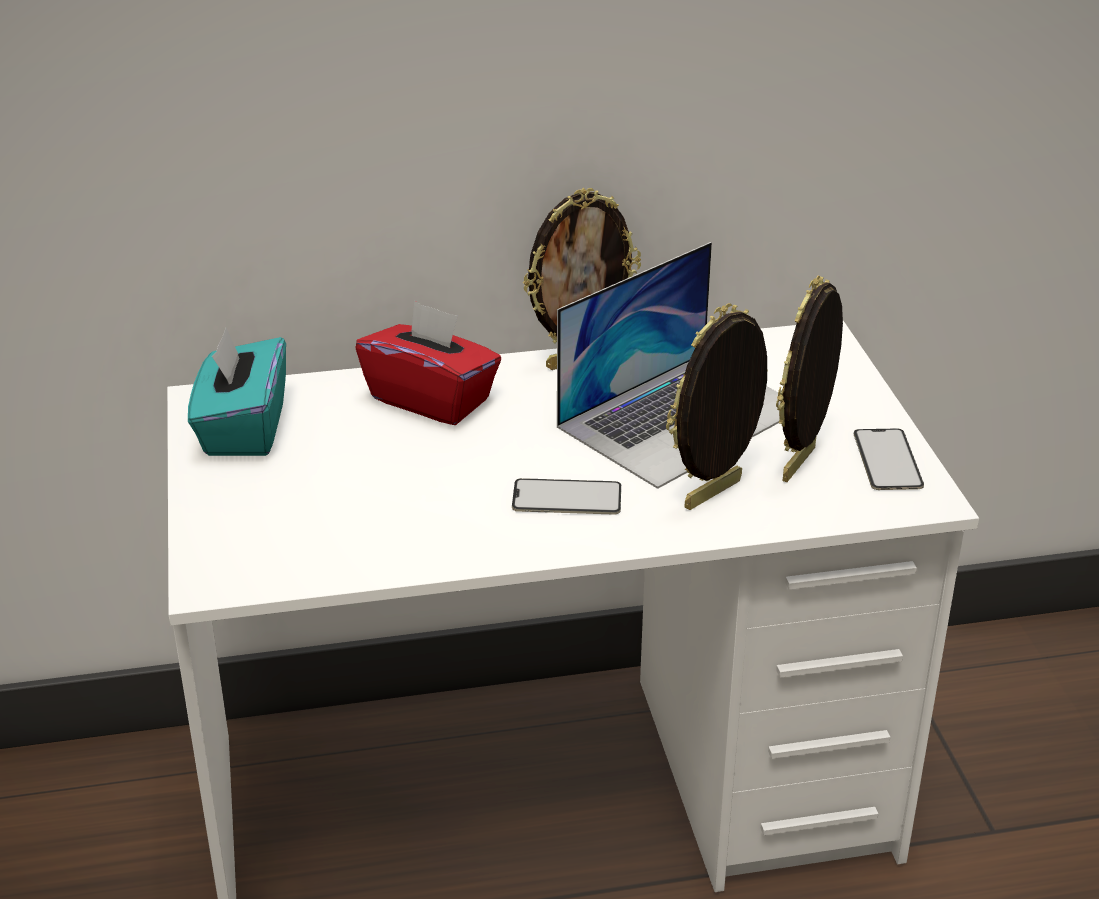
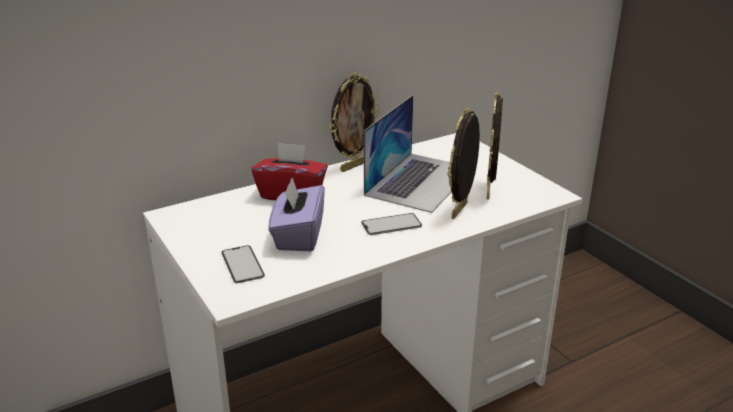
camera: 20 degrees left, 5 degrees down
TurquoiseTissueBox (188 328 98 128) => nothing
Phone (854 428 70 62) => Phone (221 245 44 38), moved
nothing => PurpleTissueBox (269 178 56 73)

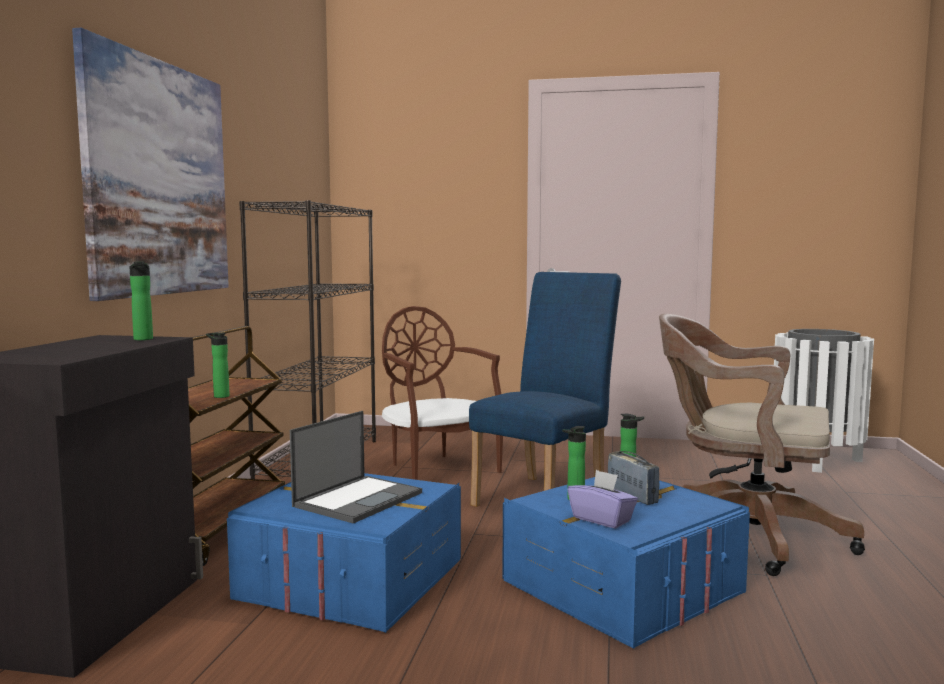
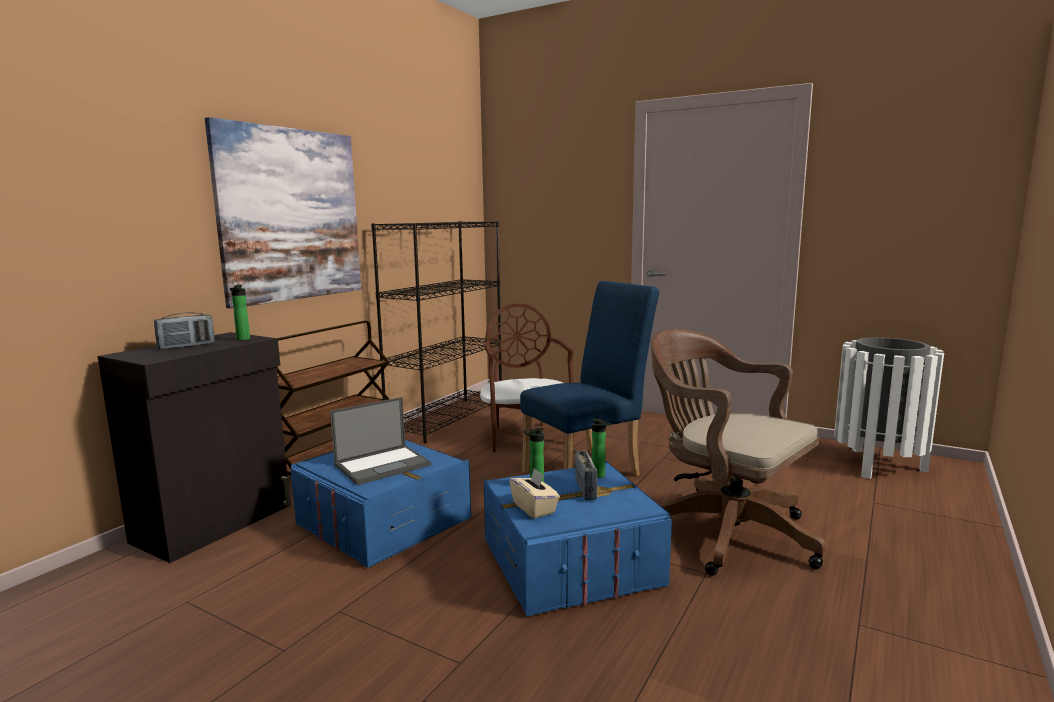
camera: 20 degrees right, 5 degrees up
Bottle (206 332 24 66) => nothing
PurpleTissueBox (568 470 70 59) => BeigeTissueBox (509 468 51 51)
nothing => Radio (154 312 61 37)

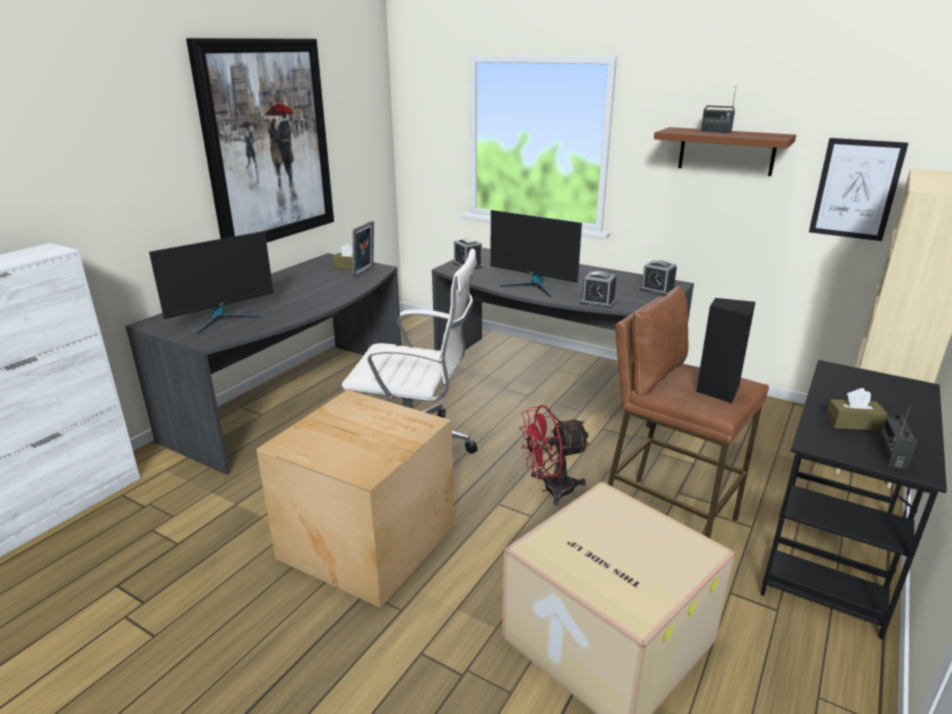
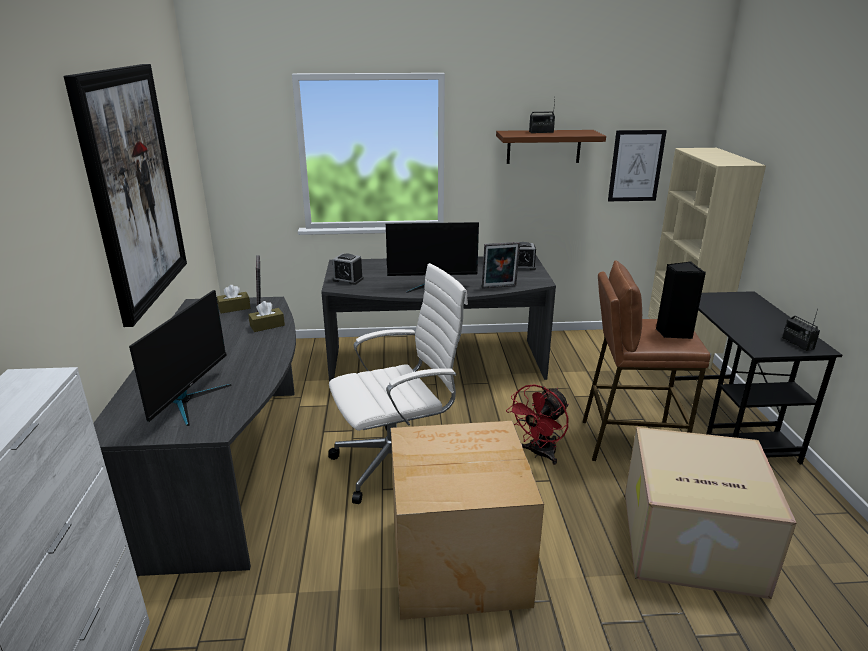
camera: 35 degrees left, 0 degrees up
AlarmClock (580 271 36 37) => PictureFrame (482 242 38 47)
BrownTissueBox (826 388 61 43) => BrownTissueBox (248 301 37 31), moved

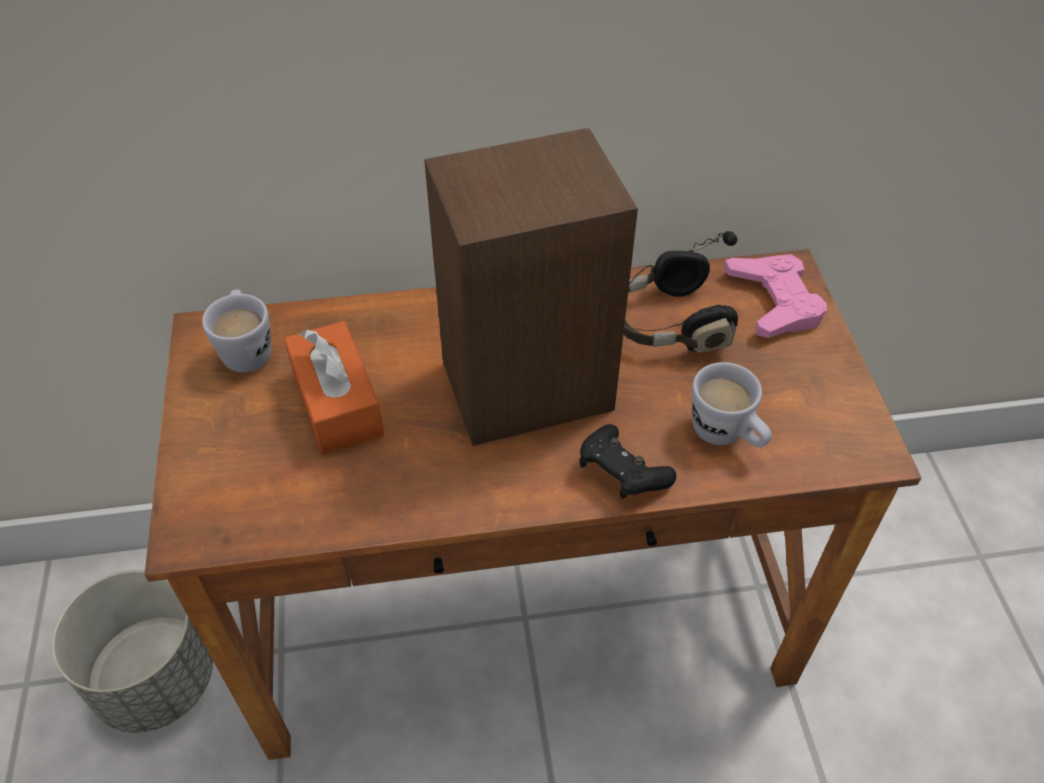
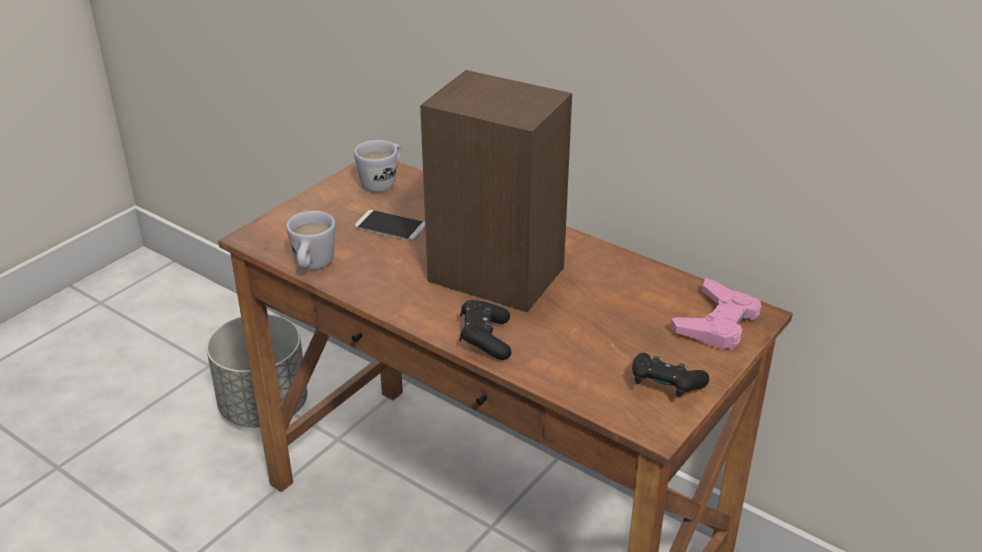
camera: 45 degrees right, 15 degrees down
OrangeTissueBox (284 321 100 134) => Phone (355 210 70 31)
BlackHeadphones (624 231 114 122) => nothing
WhiteMug (692 362 80 85) => WhiteMug (286 211 49 59), moved
nothing => BlackGameController (632 353 77 44)

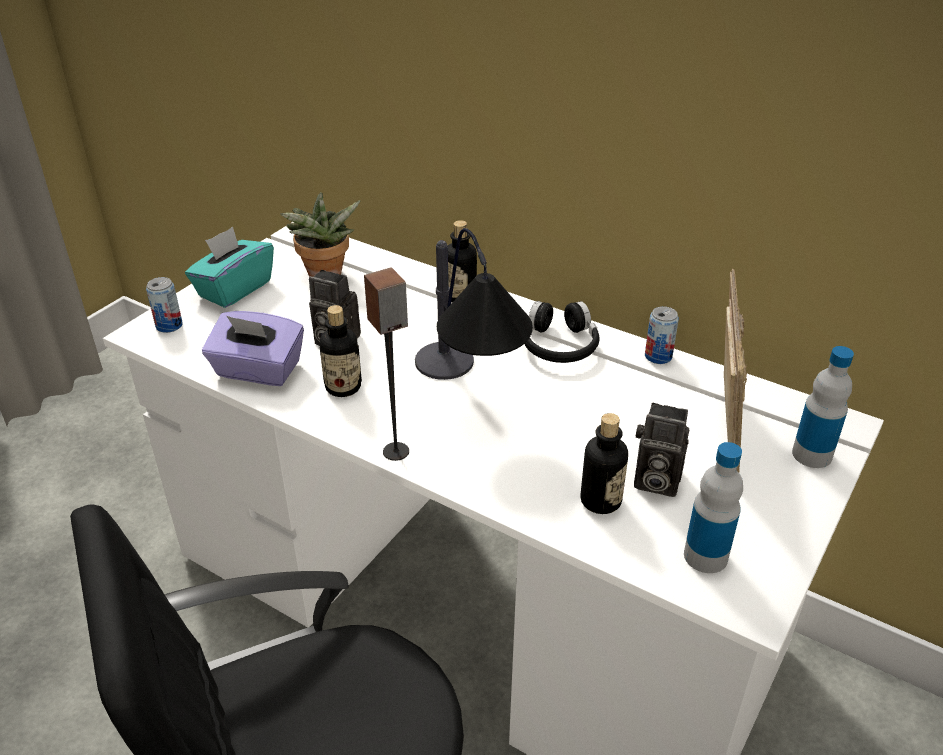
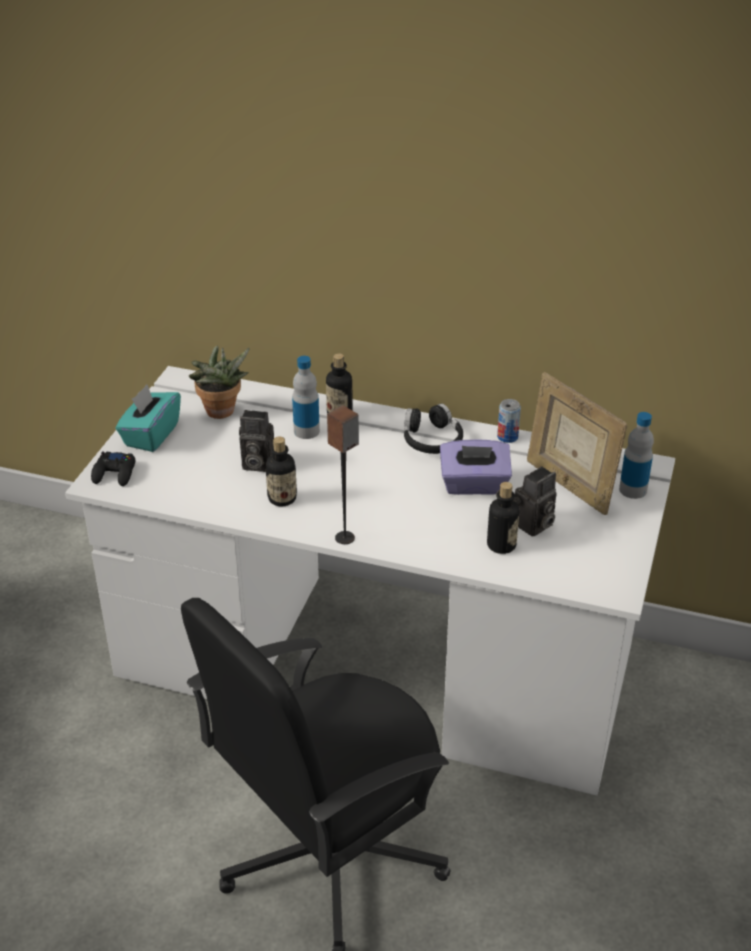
camera: 15 degrees left, 0 degrees up
Can (146 277 37 56) => BlackGameController (91 452 44 34)
PurpleTissueBox (202 311 102 75) => PurpleTissueBox (440 439 72 56), moved
TableLamp (415 228 118 152) => nothing
PhotoCamera (634 403 55 94) => PhotoCamera (513 466 43 71), 45 degrees counterclockwise
Bottle (684 442 59 131) => Bottle (292 356 28 83), moved
PictureFrame (724 269 23 203) => PictureFrame (527 372 101 143), 150 degrees clockwise

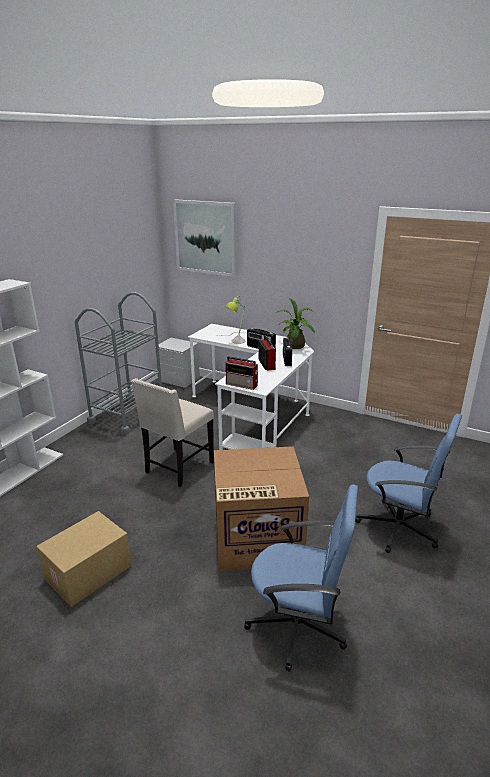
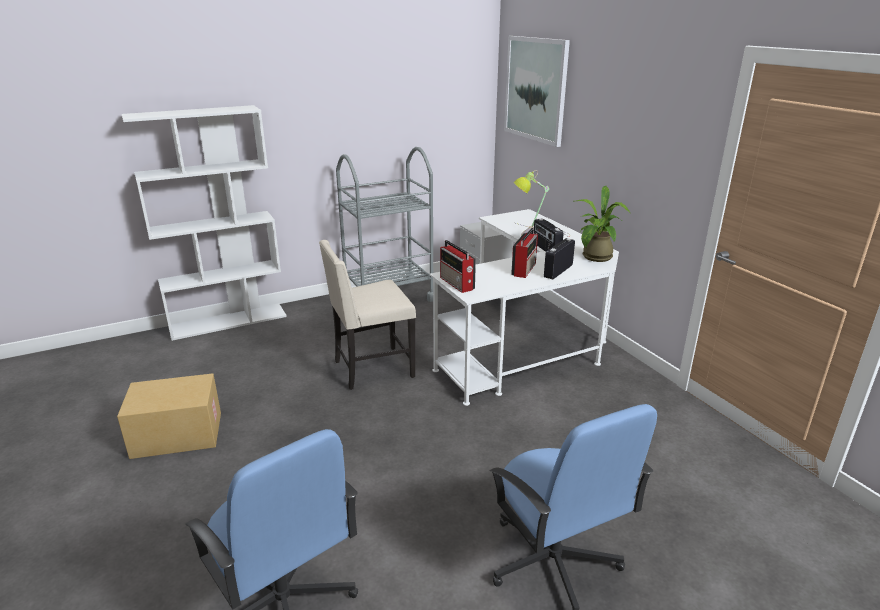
camera: 35 degrees right, 0 degrees up
CardboardBox (214 446 95 125) => nothing

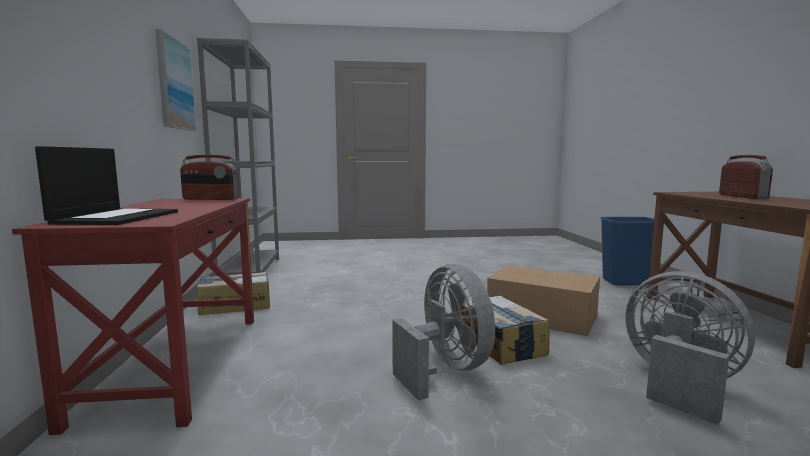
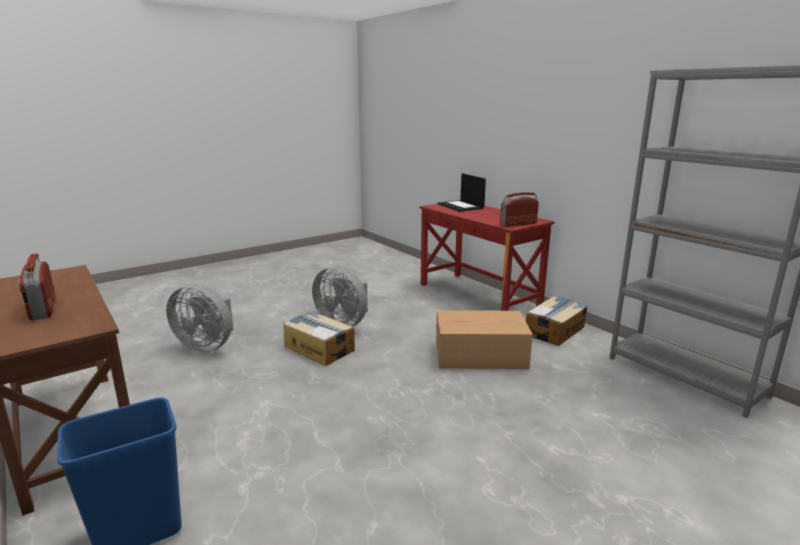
camera: 150 degrees right, 10 degrees up
Picture (155 29 42 102) => nothing
CardboardBox (487 265 113 71) => CardboardBox (436 310 97 59), moved

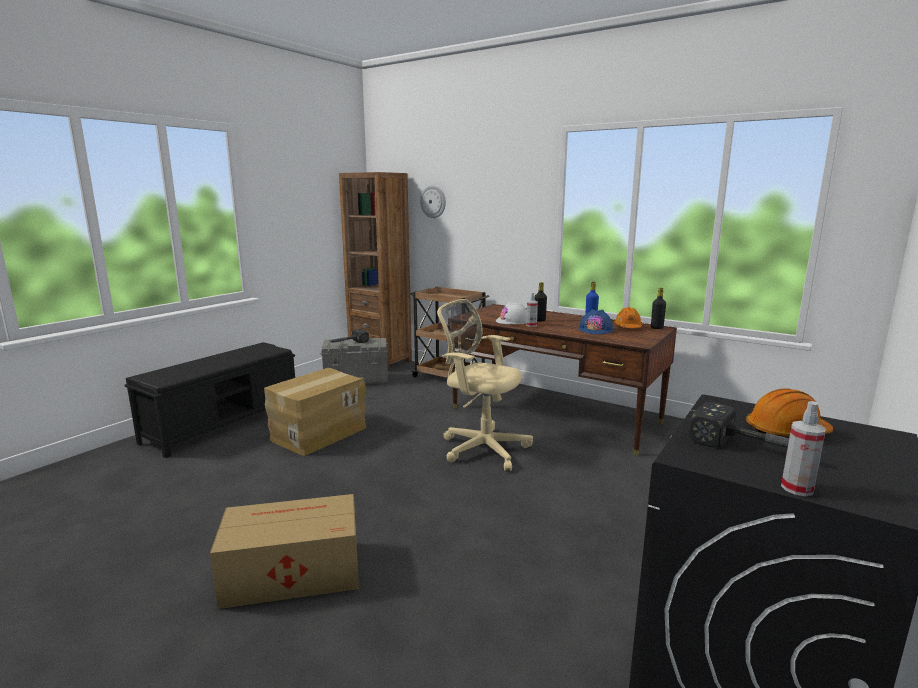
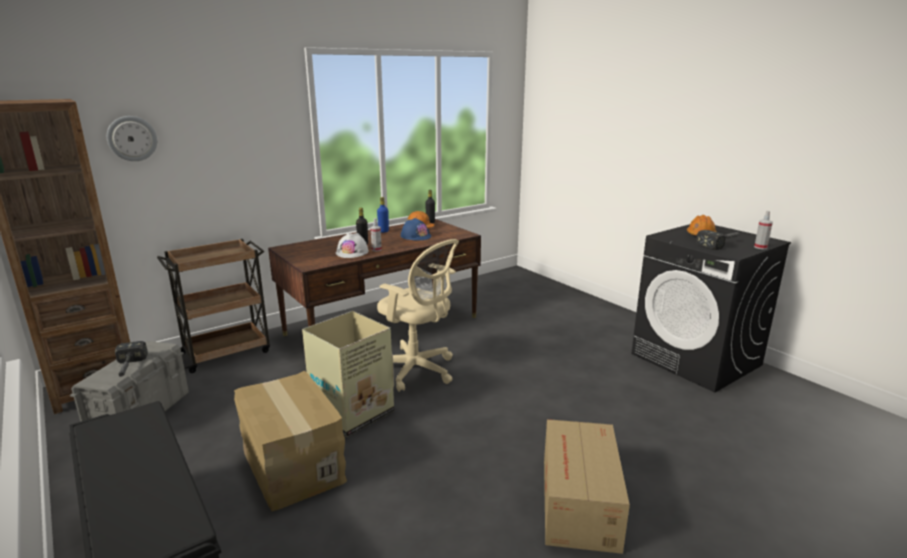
camera: 70 degrees left, 5 degrees up
BeigeOfficeChair (437 299 96 172) => BeigeOfficeChair (377 239 82 153), 105 degrees counterclockwise
nothing => CardboardBox (302 311 92 126)

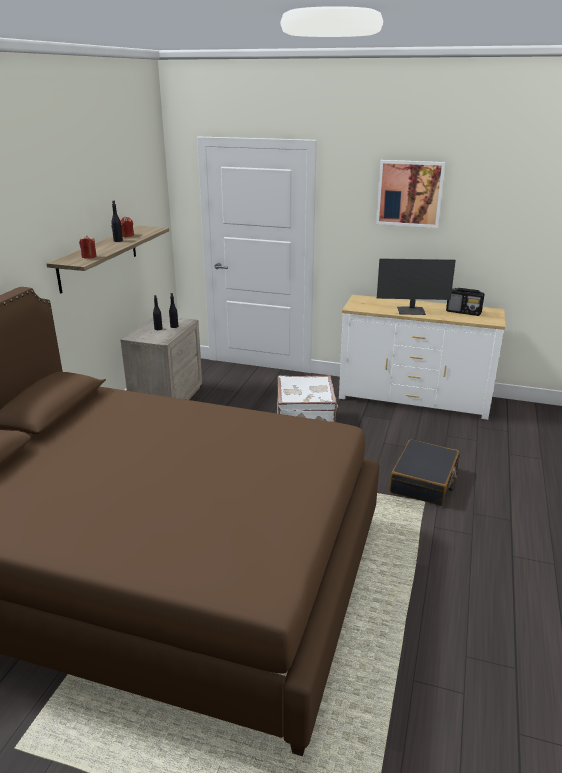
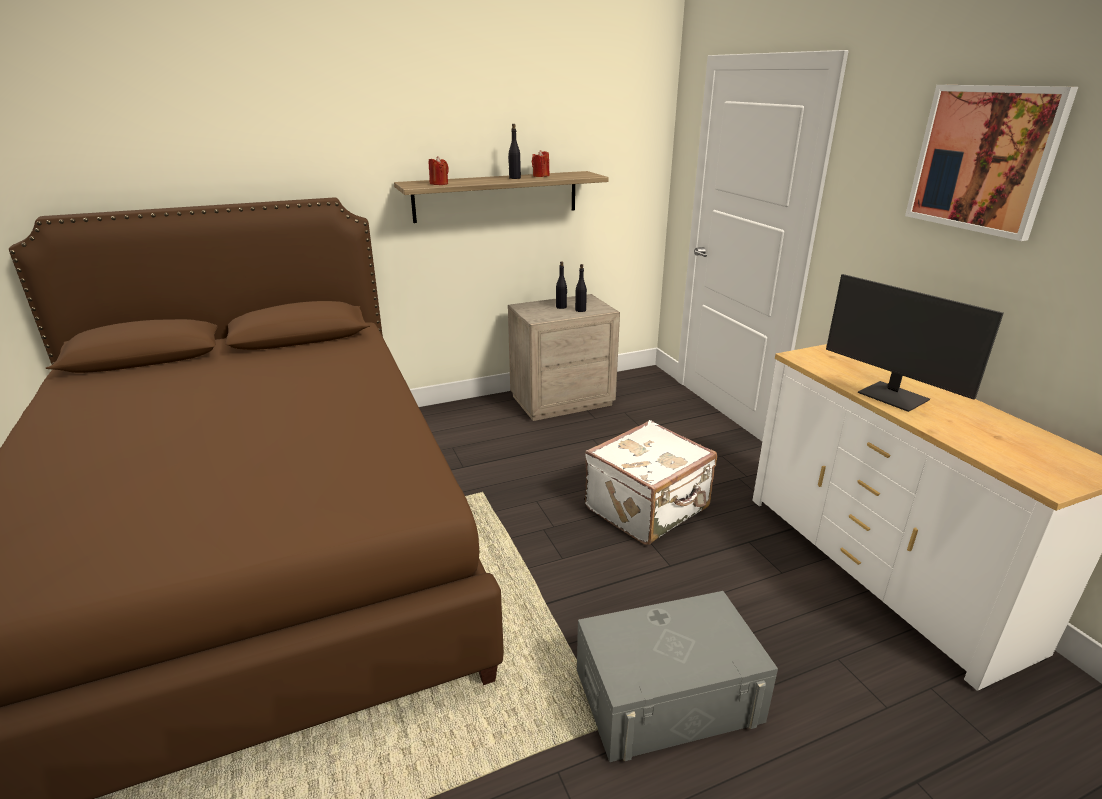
camera: 50 degrees right, 0 degrees up
BlackSuitcase (389 439 71 67) => GreyStorageBox (577 591 201 171)
Radio (446 288 38 28) => nothing

